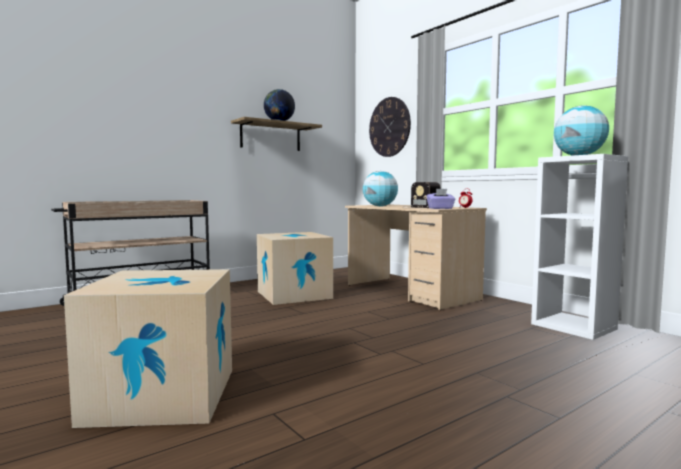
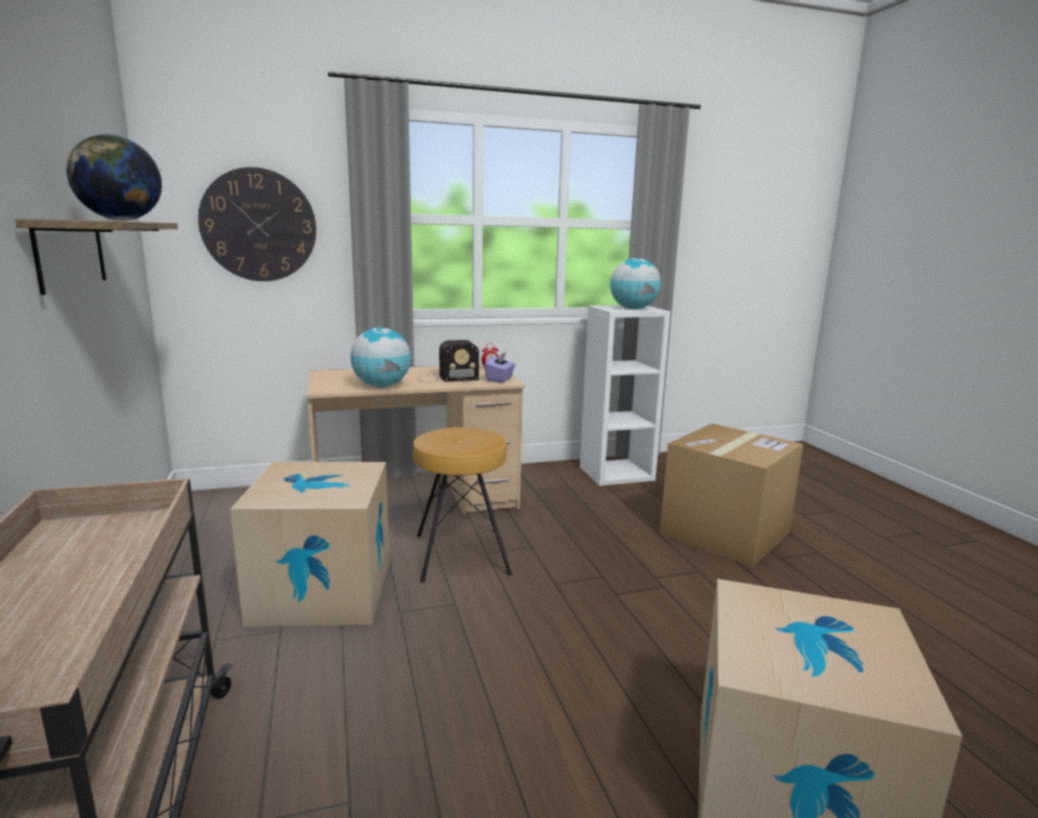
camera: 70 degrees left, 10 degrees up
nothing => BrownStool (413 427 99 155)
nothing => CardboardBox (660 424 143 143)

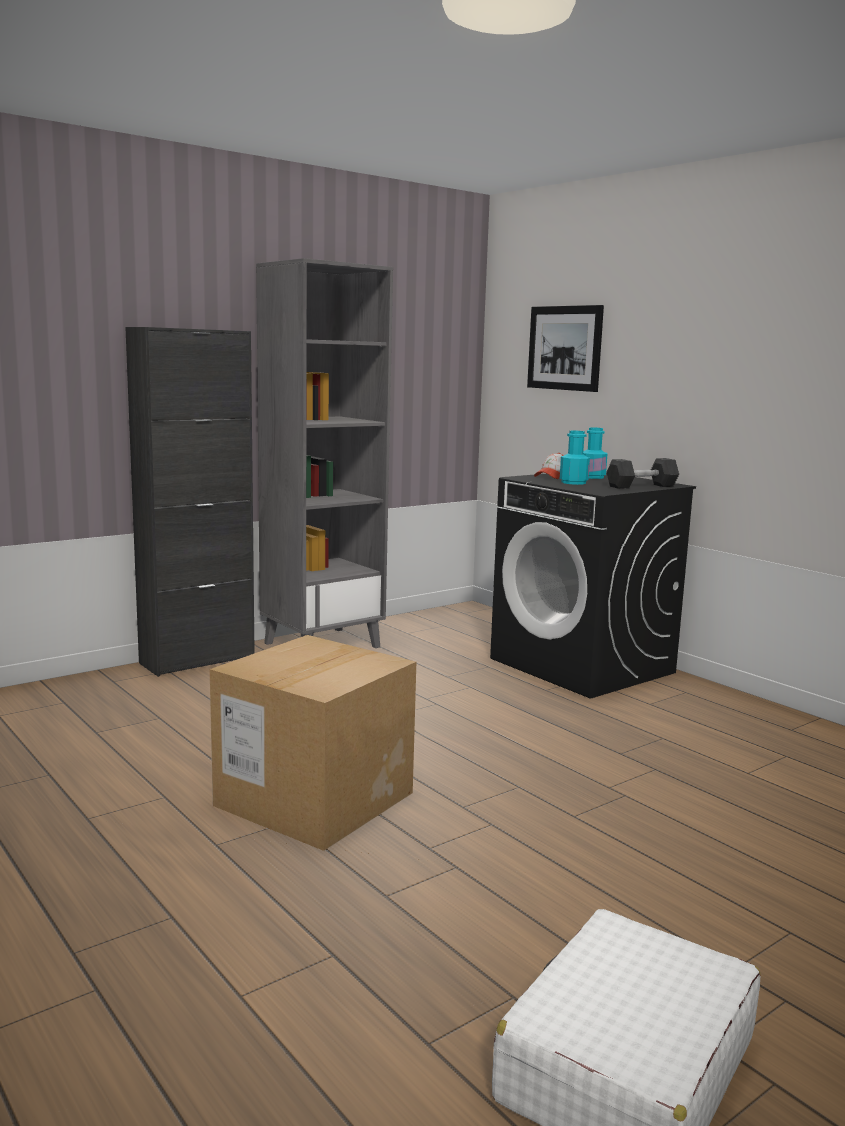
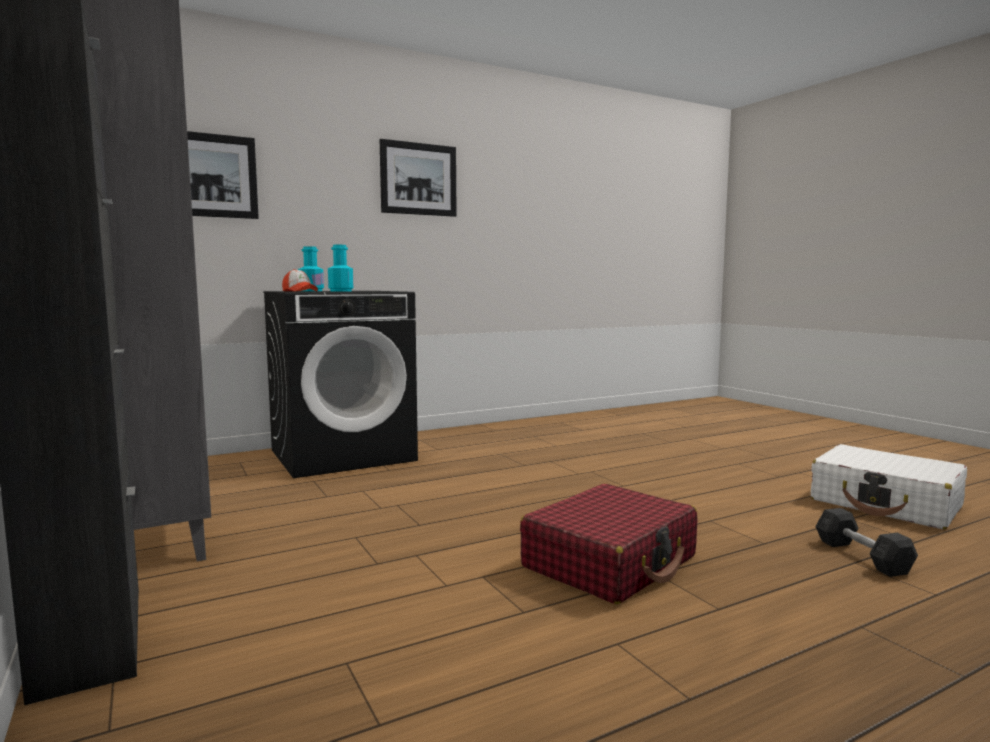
camera: 80 degrees left, 5 degrees down
CardboardBox (210 635 206 216) => RedSuitcase (520 484 178 120)
GreyDumbbell (607 458 72 31) => GreyDumbbell (815 508 103 69), moved
nothing => Picture (380 139 77 78)

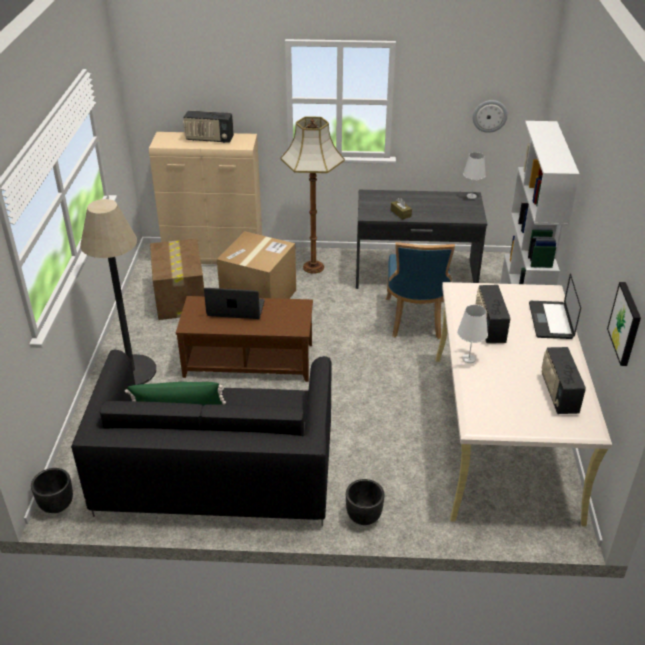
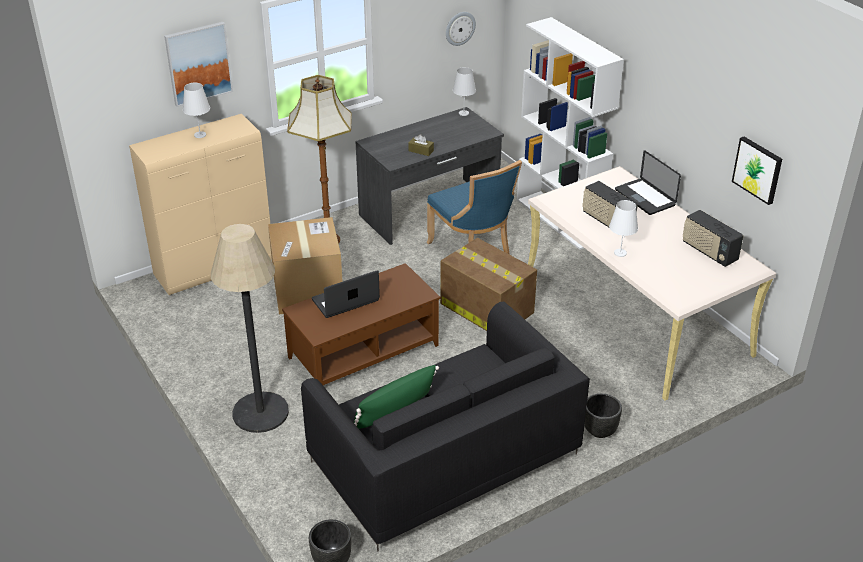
camera: 35 degrees left, 0 degrees up
CardboardBox (150 239 54 81) => CardboardBox (440 238 97 93), moved
Radio (183 110 51 33) => WhiteTableLamp (183 83 27 55)
nothing => Picture (164 22 69 85)

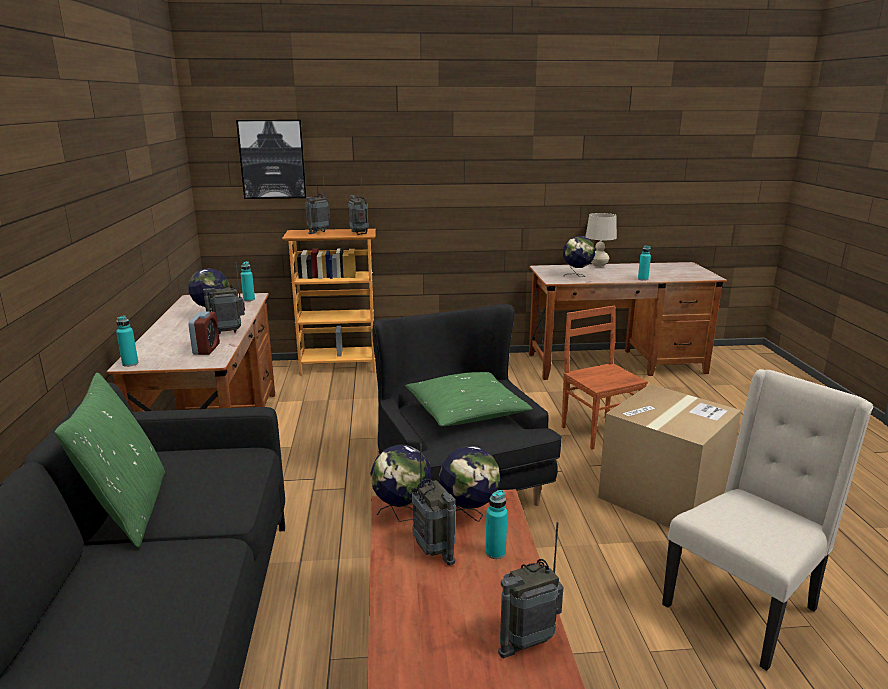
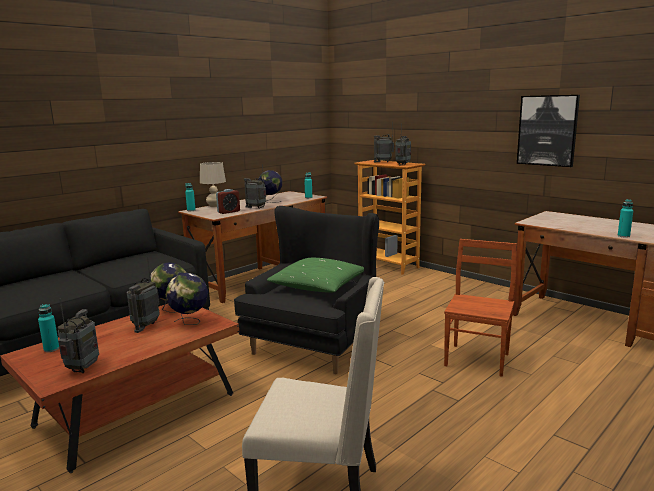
camera: 50 degrees right, 5 degrees down
GreenPillow (55 373 110 175) => nothing
Picture (236 120 71 79) => Picture (517 95 63 72), moved
TurquoiseBottle (485 490 22 69) => TurquoiseBottle (38 304 21 48), moved
Radio (498 522 65 136) => Radio (58 298 41 75), 75 degrees clockwise
Globe (563 236 32 41) => nothing
BeigeTableLamp (586 213 31 54) => BeigeTableLamp (200 162 26 45), moved
CardboardBox (598 384 144 144) => nothing

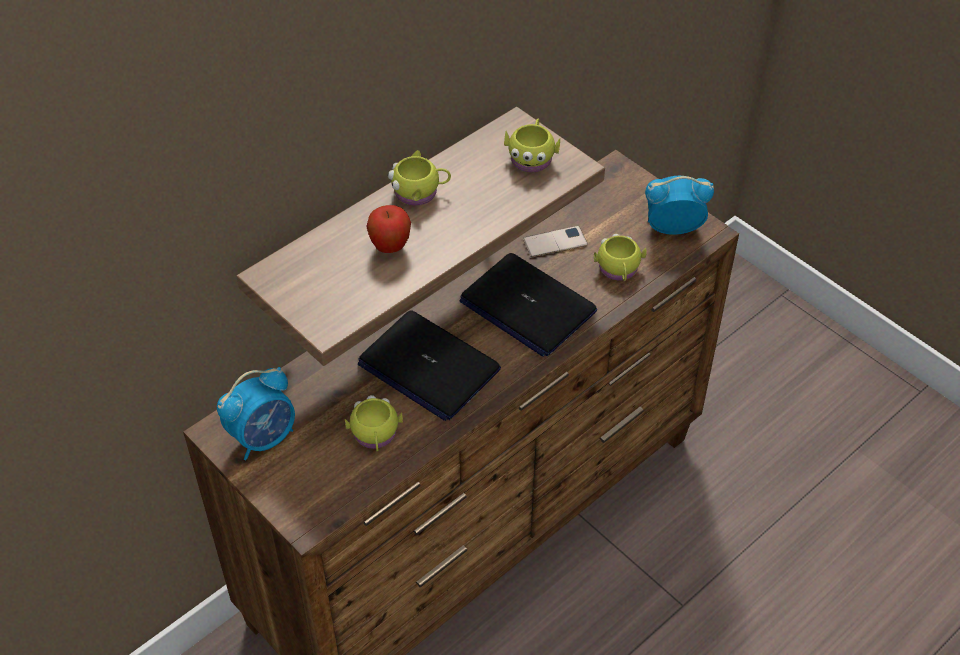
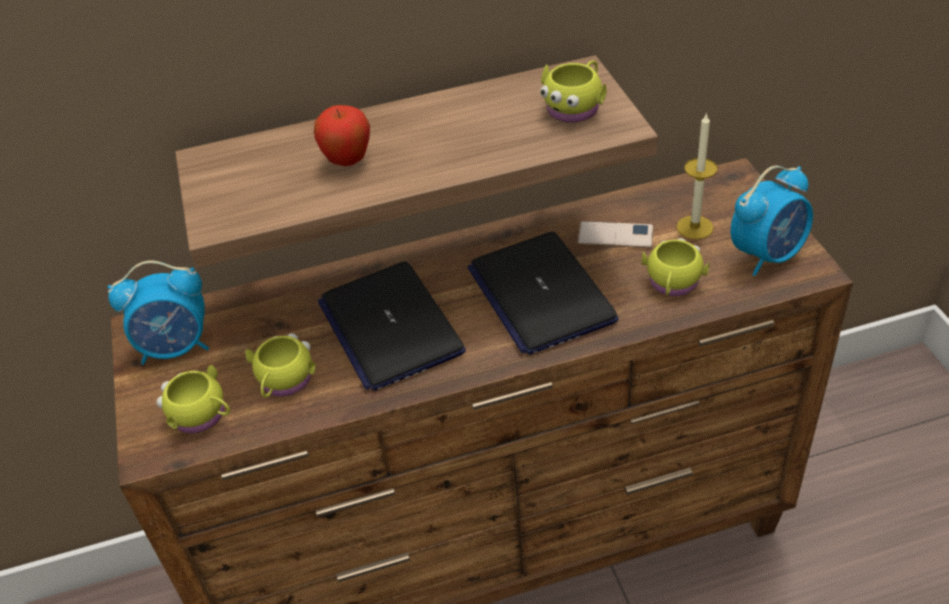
camera: 30 degrees right, 5 degrees down
YellowMug (388 150 63 55) => YellowMug (156 365 74 68), moved
AlarmClock (645 176 69 59) => AlarmClock (731 166 82 110), 120 degrees clockwise
nothing => Candle (676 112 42 127)

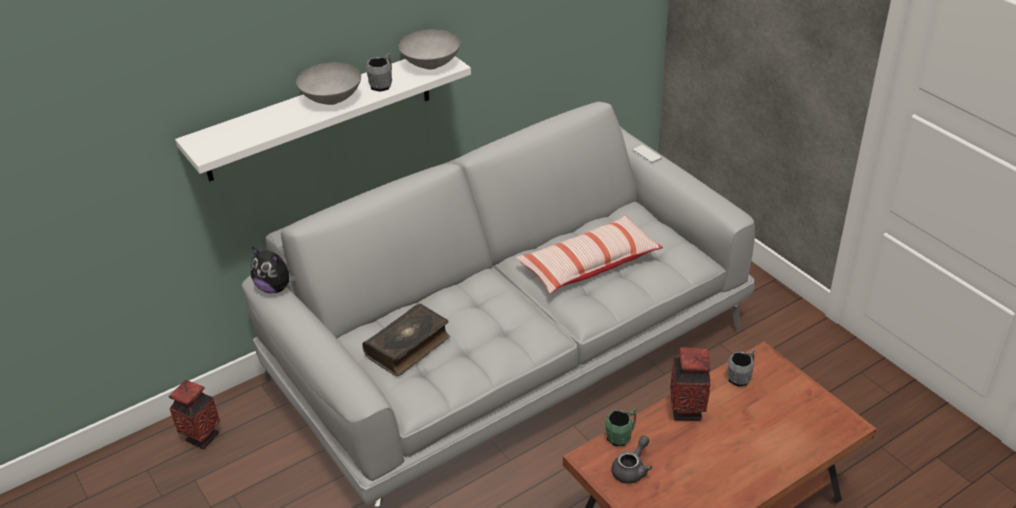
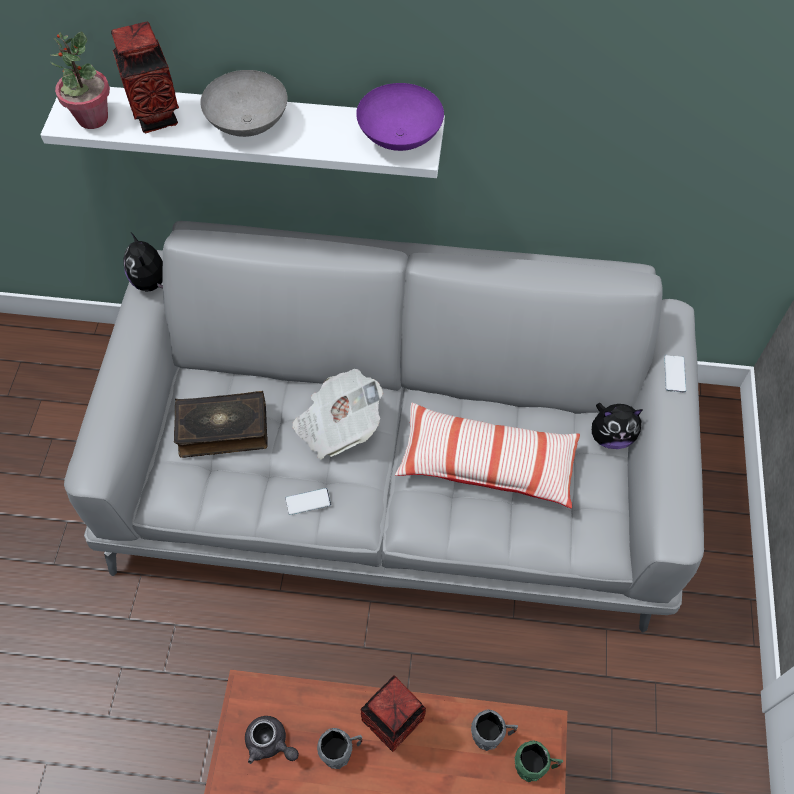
camera: 40 degrees right, 20 degrees up
Vase (169 380 51 69) => Vase (111 22 68 111), moved
GreyMug (366 53 26 39) => GreyMug (317 728 46 41), moved
GreyBowl (398 30 62 39) => PurpleBowl (356 83 88 68)
GreenMug (605 408 31 38) => GreenMug (515 740 48 42), moved
GreyTeapot (611 435 41 49) => GreyTeapot (245 716 54 48), 45 degrees clockwise
nothing => PottedPlant (51 32 59 97)
nothing => Phone (285 488 46 27)
nothing => Newspaper (293 369 90 91)
nothing => PlushToy (592 403 51 46)

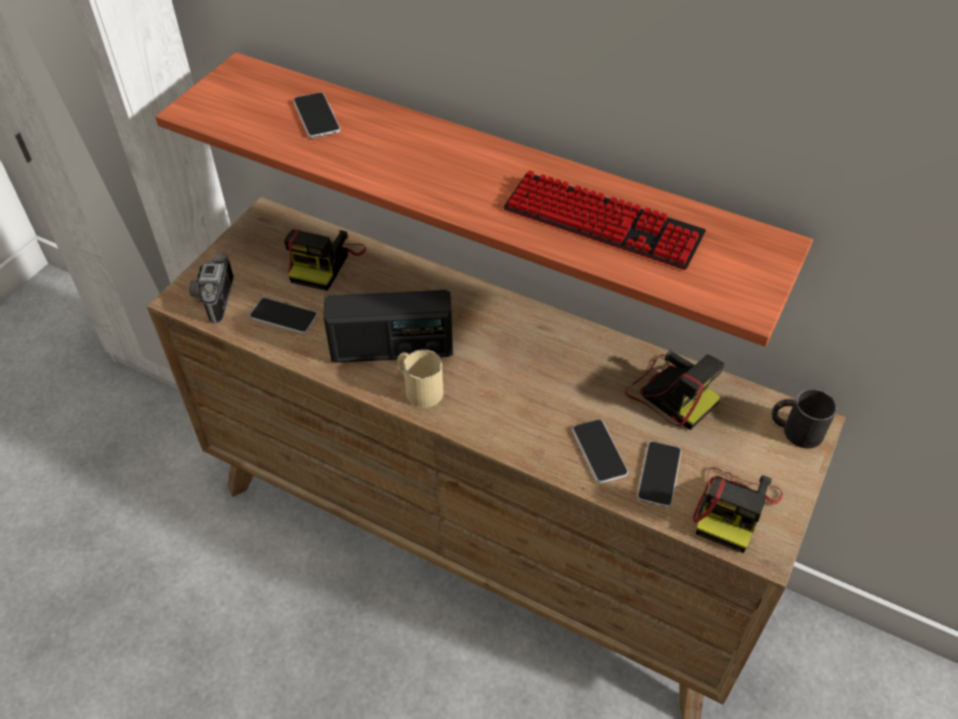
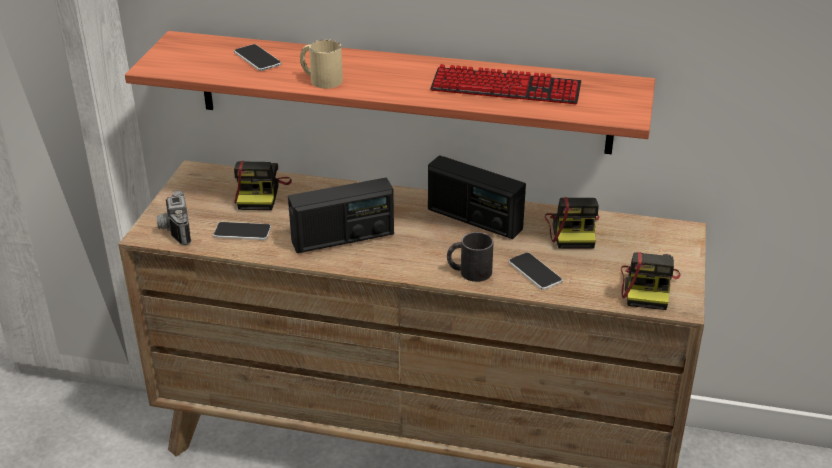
camera: 15 degrees left, 15 degrees down
BeigeMug (397 349 47 59) => BeigeMug (300 39 43 50), moved
PhotoCamera (625 349 100 81) => PhotoCamera (545 197 54 52), 60 degrees clockwise
Phone (637 441 44 66) => nothing
BlackMug (772 389 65 60) => BlackMug (447 232 47 50), moved
nothing => Radio (428 156 98 83)

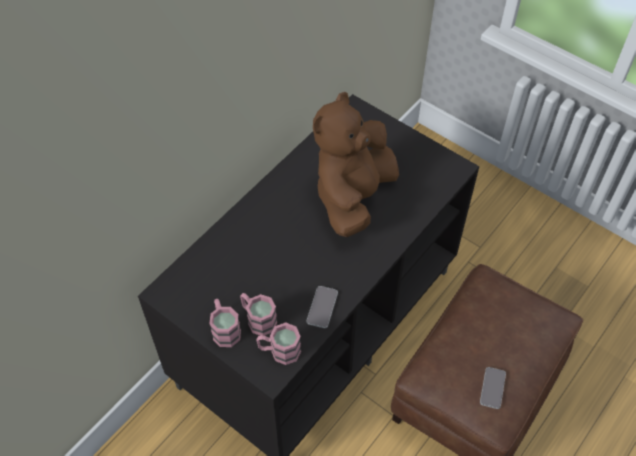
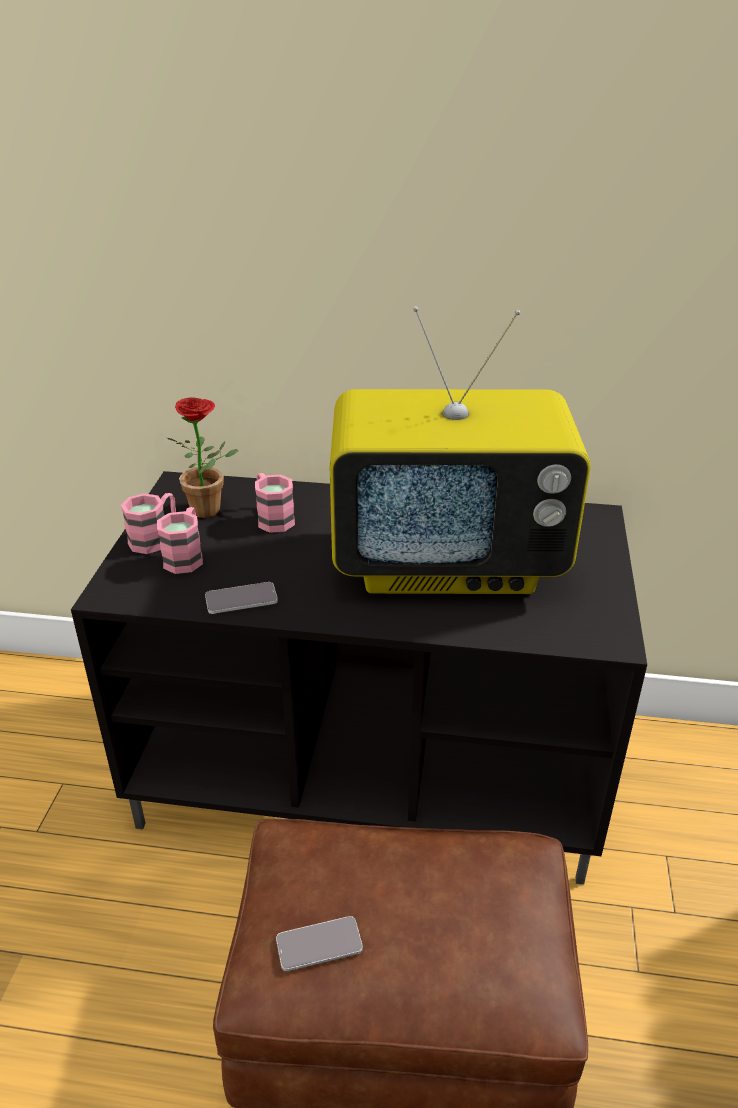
camera: 60 degrees right, 20 degrees down
PinkMug (256 322 45 43) => PinkMug (255 473 40 60), moved
BrownPlushToy (313 92 86 145) => Television (330 306 261 288)
nothing => PottedPlant (167 397 71 121)

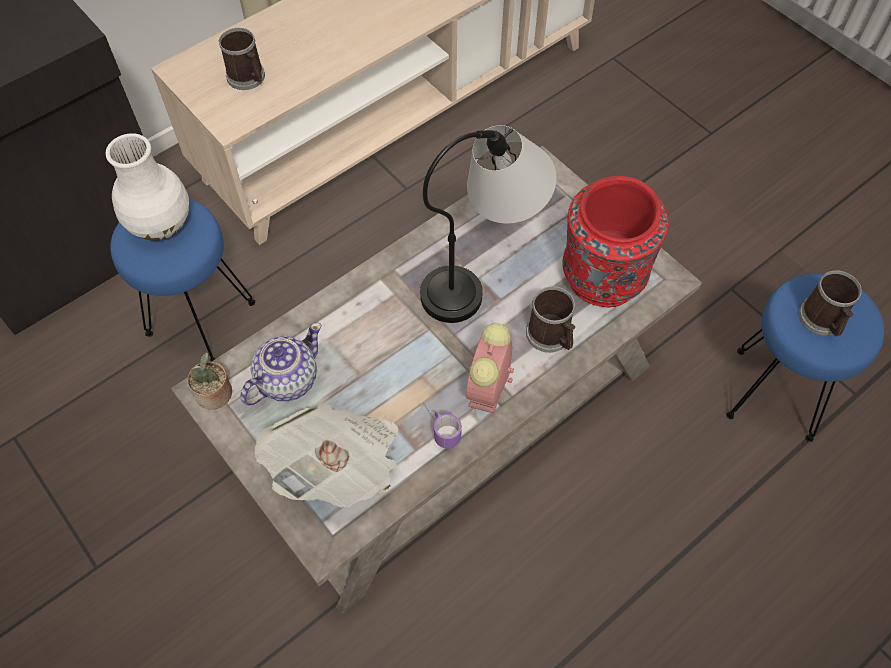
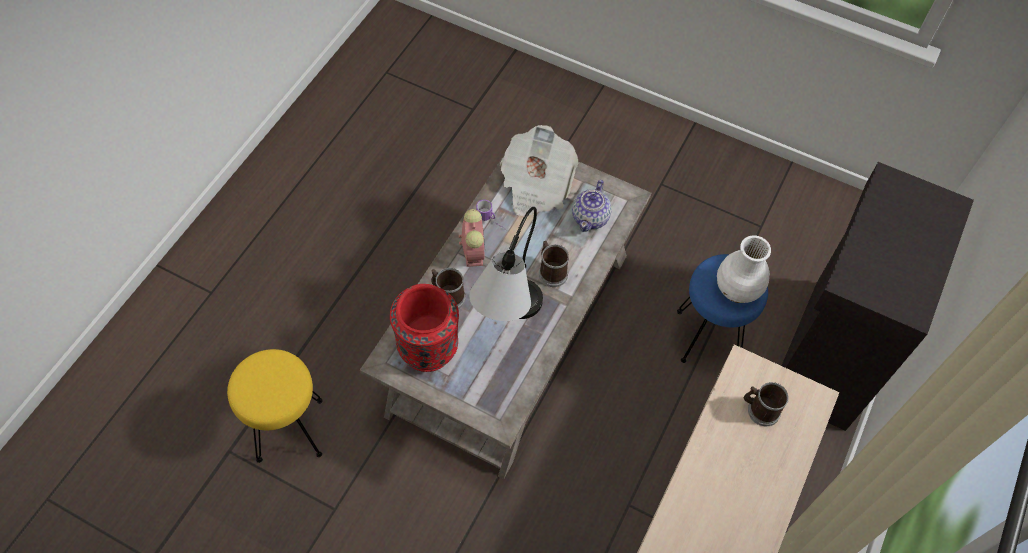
camera: 155 degrees right, 0 degrees up
PottedPlant (187 352 45 58) => nothing
BlueStool (726 274 159 168) => YellowStool (227 349 96 114)
Mug (799 270 63 66) => Mug (539 241 30 46), moved

